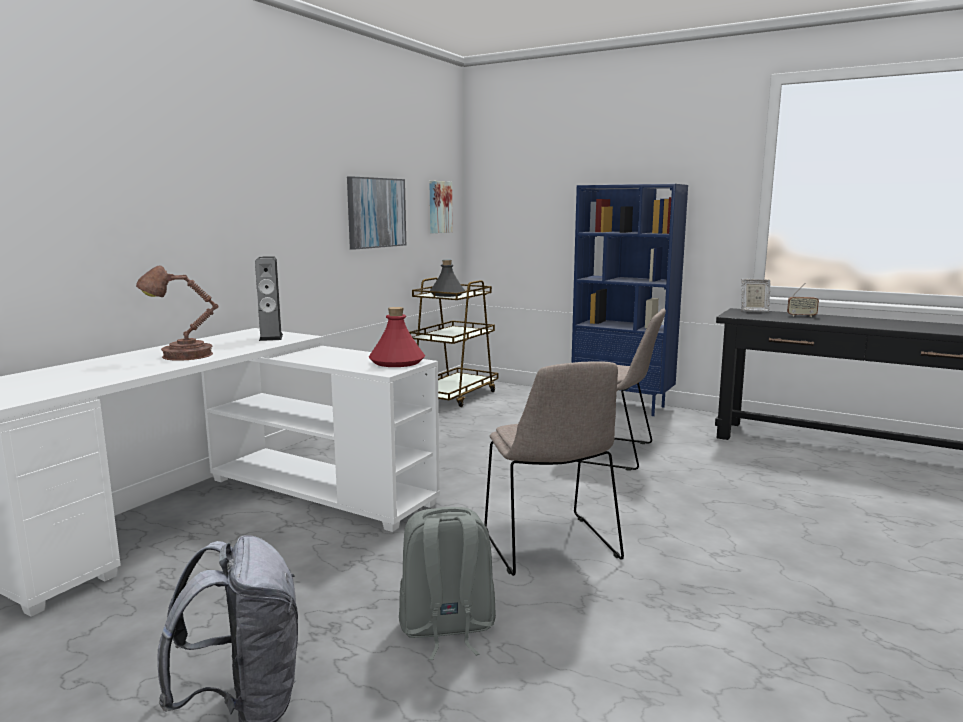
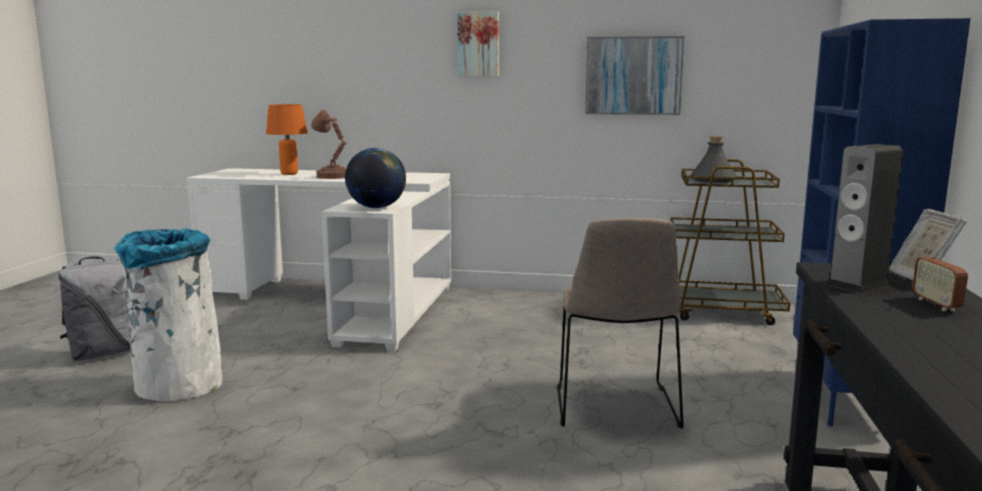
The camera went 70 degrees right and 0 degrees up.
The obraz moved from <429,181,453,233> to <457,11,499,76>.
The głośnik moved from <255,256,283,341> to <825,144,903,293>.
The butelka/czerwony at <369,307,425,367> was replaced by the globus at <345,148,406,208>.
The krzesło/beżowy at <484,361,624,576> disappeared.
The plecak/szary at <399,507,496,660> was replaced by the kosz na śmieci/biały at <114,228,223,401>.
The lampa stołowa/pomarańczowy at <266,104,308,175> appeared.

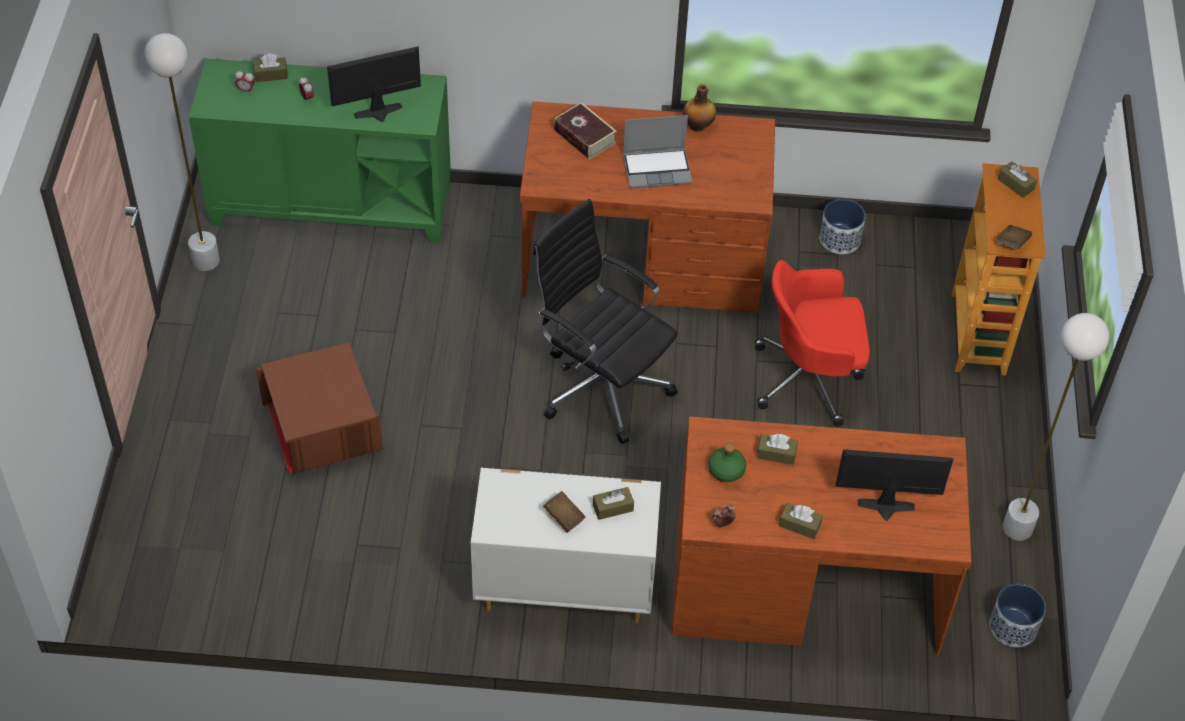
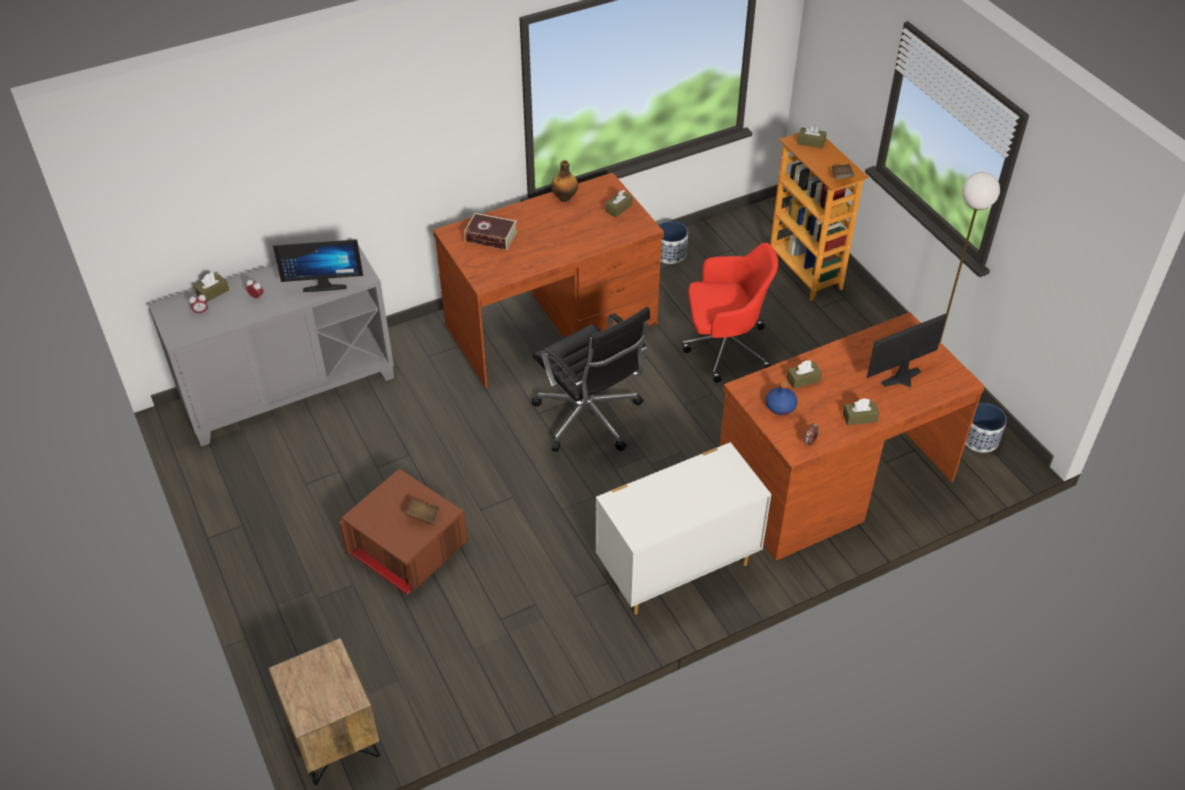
The camera went 30 degrees left and 5 degrees down.
The lampa stojąca/biały at <144,33,220,271> disappeared.
The monitor at <327,47,421,122> turned 135 degrees counterclockwise.
The szafka/zielony at <189,58,451,243> became the szafka/szary at <148,239,394,446>.
The laptop at <623,115,692,189> disappeared.
The krzesło biurowe/czarny at <533,199,678,444> turned 135 degrees counterclockwise.
The krzesło biurowe/czerwony at <755,260,870,426> turned 150 degrees counterclockwise.
The butelka/zielony at <708,443,746,482> became the butelka/niebieski at <766,381,797,415>.
The pudełko chusteczek/brązowy moved from <593,487,634,520> to <605,190,633,217>.
The książka/brązowy moved from <543,491,586,533> to <405,498,440,525>.
The szafka nocna/brązowy at <268,638,380,785> appeared.

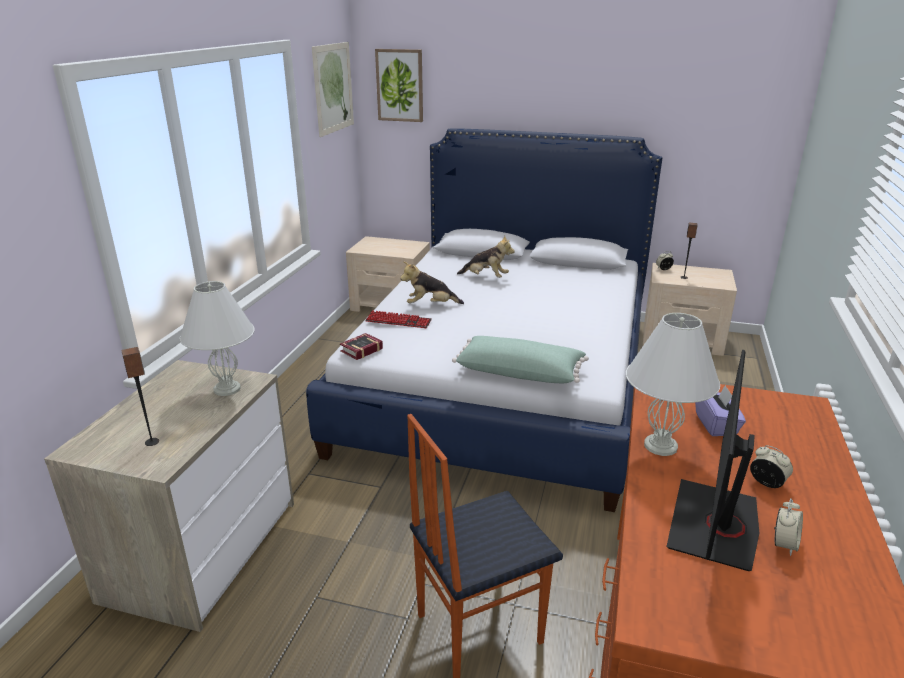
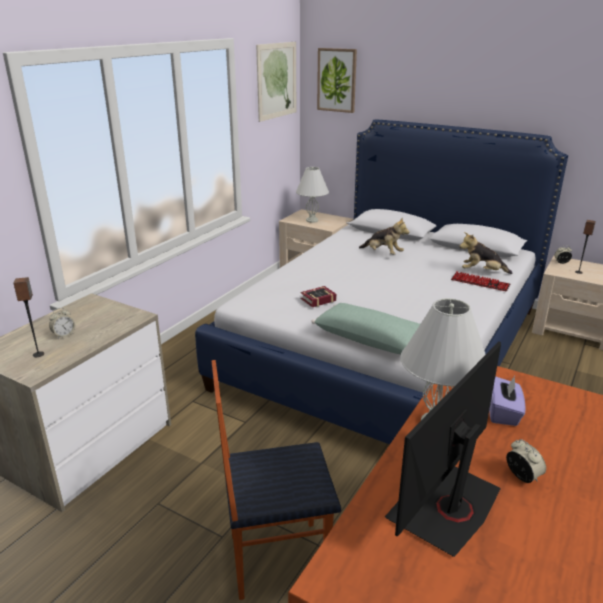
The camera went 15 degrees right and 0 degrees up.
The pluszak moved from <400,261,464,304> to <460,232,513,274>.
The lampa stołowa/biały moved from <180,281,254,396> to <296,167,329,223>.
The klawiatura moved from <365,310,432,328> to <451,271,510,291>.
The książka moved from <340,333,383,360> to <301,286,337,307>.
The budzik moved from <774,498,803,556> to <49,308,75,339>.

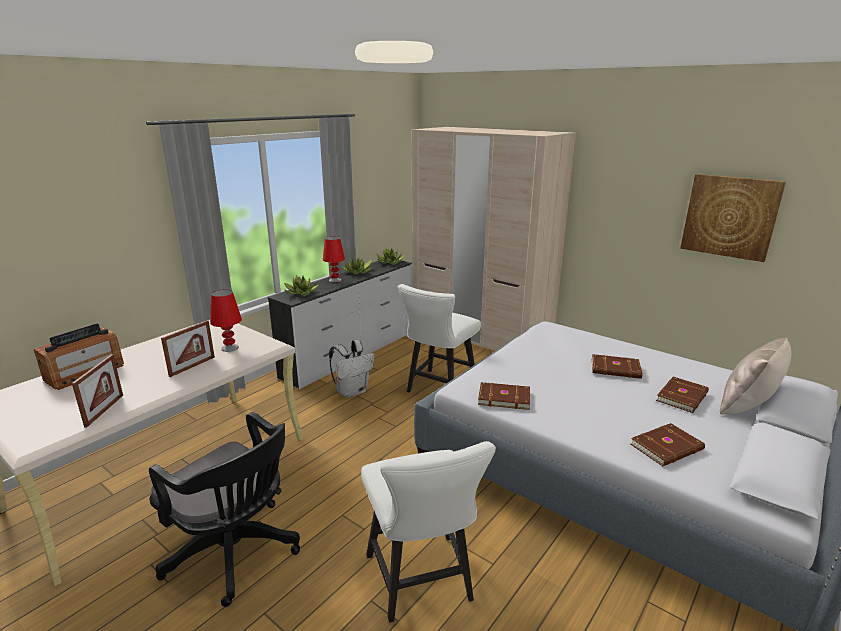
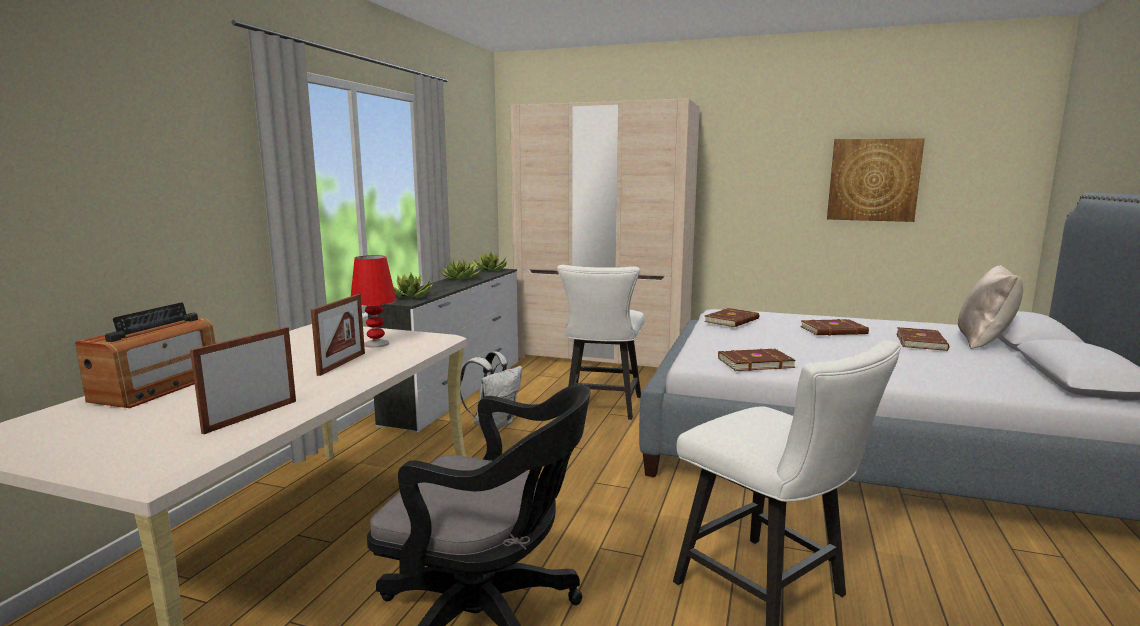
The camera went 20 degrees left and 10 degrees down.
The lampa stołowa/czerwony at <323,236,345,282> disappeared.
The ramka na zdjęcie at <72,355,123,427> turned 135 degrees counterclockwise.
The książka/brązowy moved from <631,423,705,466> to <704,308,759,327>.

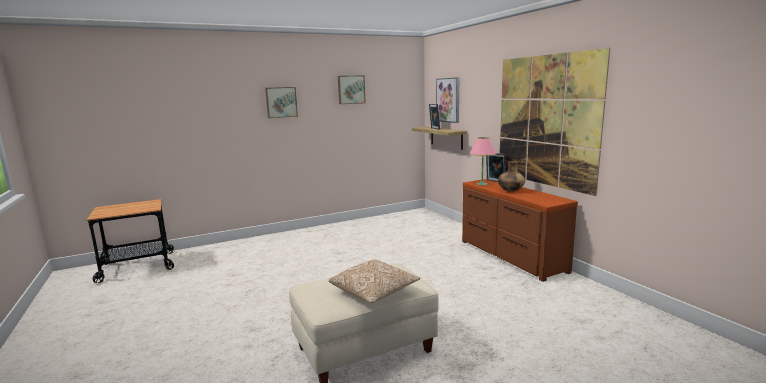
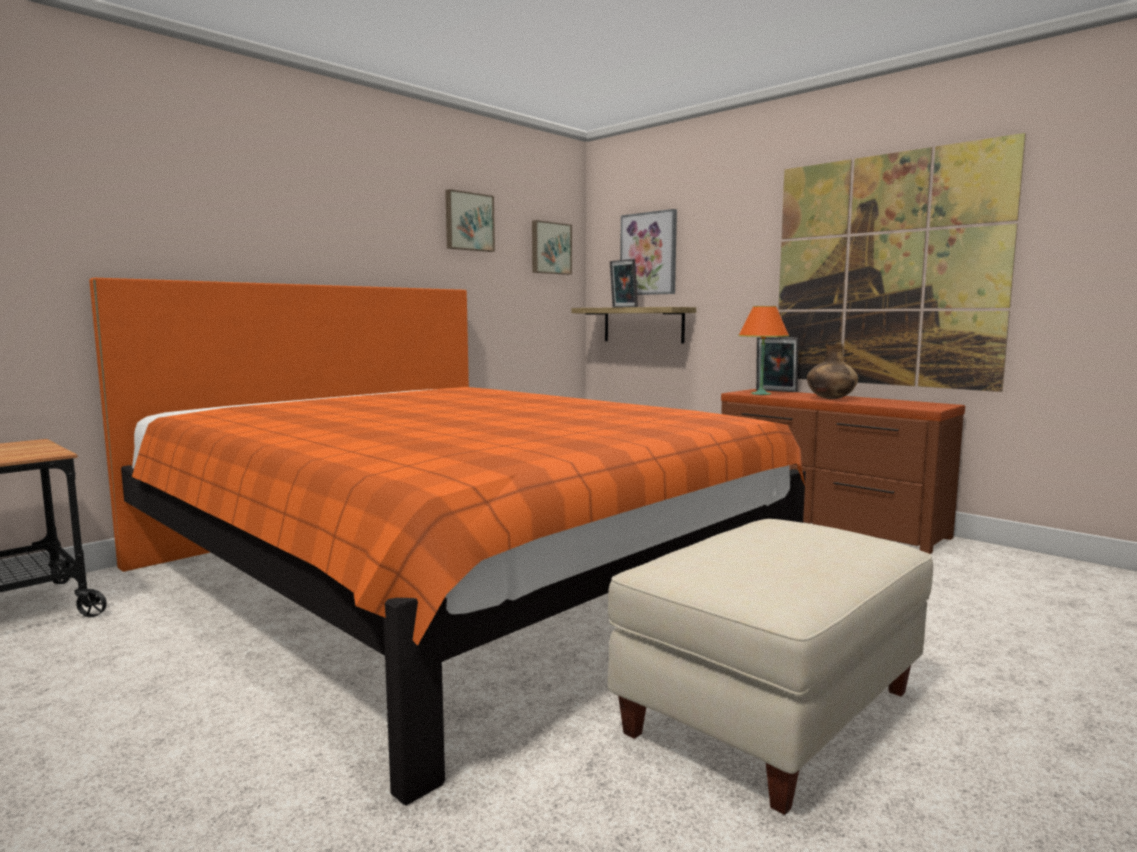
The camera went 20 degrees left and 5 degrees down.
The obraz moved from <265,87,298,118> to <532,220,572,275>.
The lampa stołowa/różowy at <469,137,497,185> became the lampa stołowa/pomarańczowy at <738,306,789,395>.
The poduszka at <329,260,420,304> disappeared.
The łóżko/pomarańczowy at <89,278,806,805> appeared.

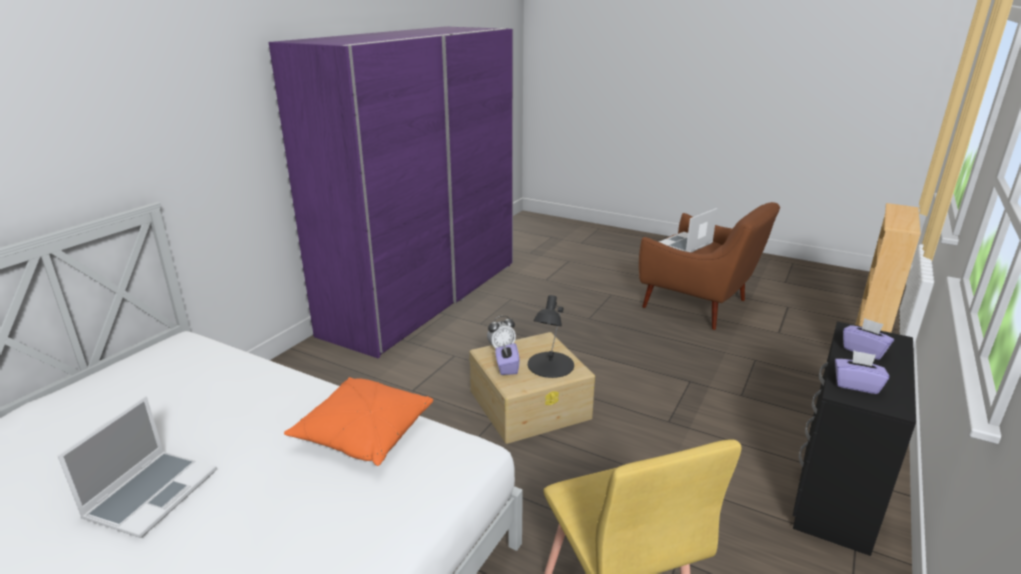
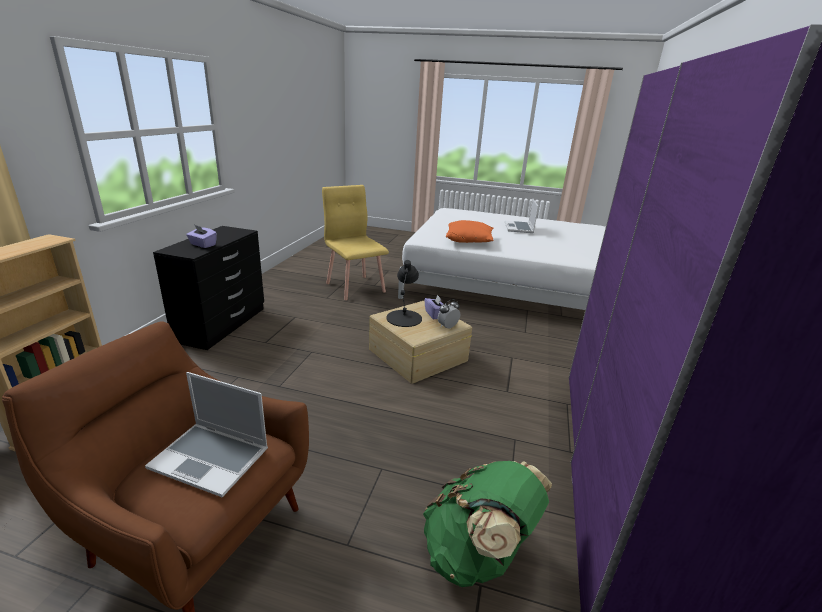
The camera went 165 degrees right and 0 degrees up.
The laptop at <659,208,718,253> turned 75 degrees clockwise.
The pudełko chusteczek/fioletowy at <835,350,889,394> disappeared.
The plecak/zielony at <423,461,552,587> appeared.

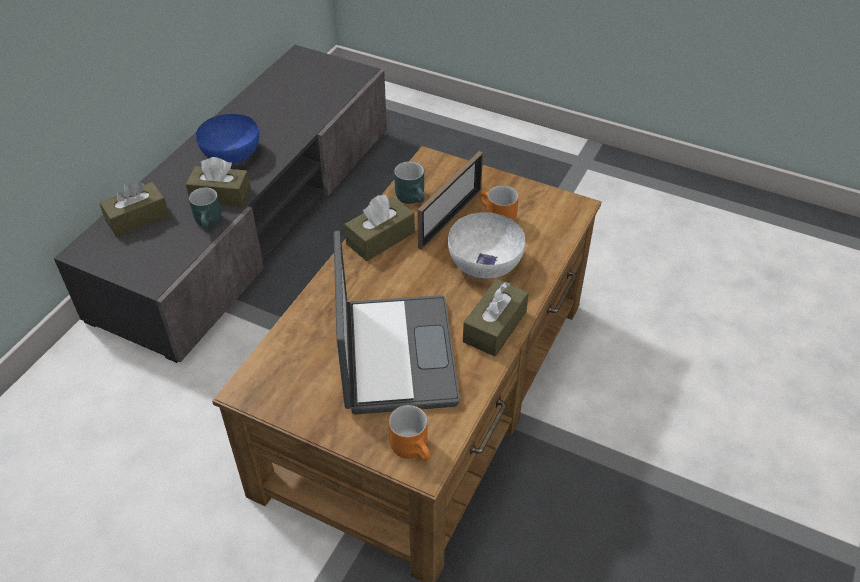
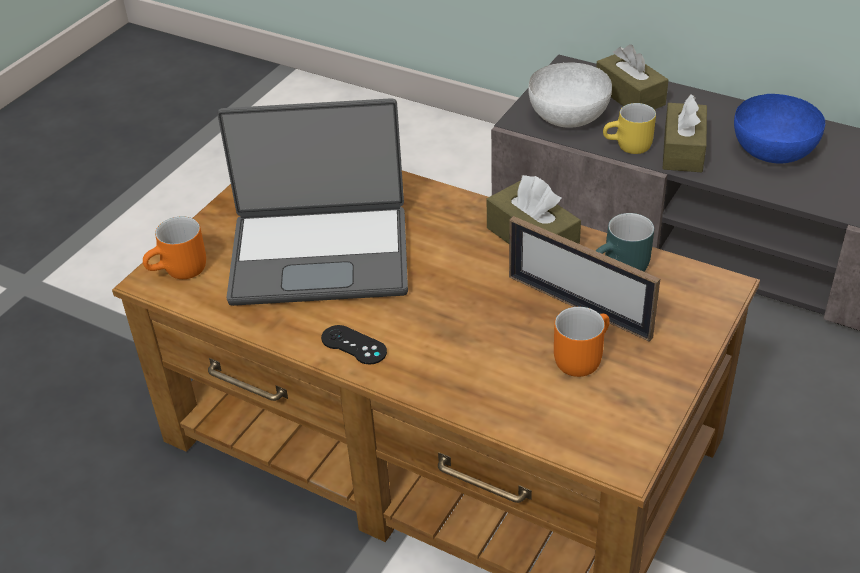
The camera went 95 degrees right and 5 degrees down.
The kubek/turkusowy at <189,188,221,228> became the kubek/żółty at <603,103,656,154>.
The miska/biały moved from <448,212,525,279> to <528,63,612,128>.
The pudełko chusteczek/brązowy at <463,279,529,356> was replaced by the pad do gier/czarny at <321,325,387,364>.

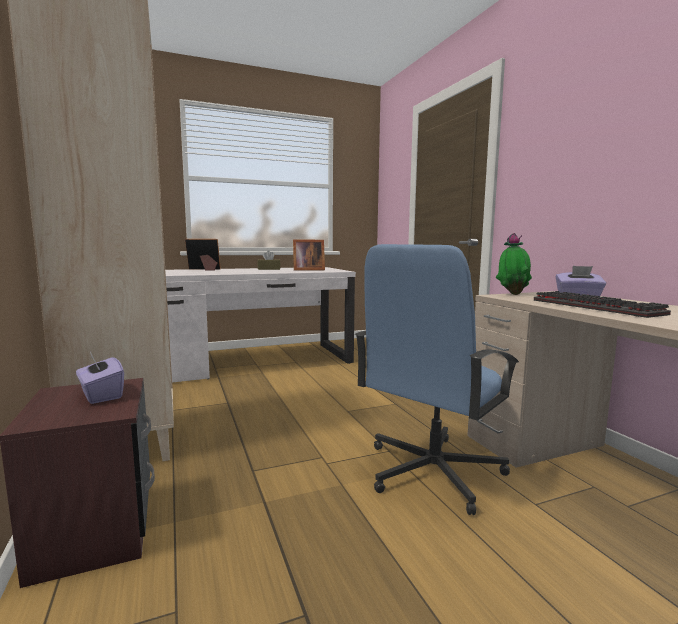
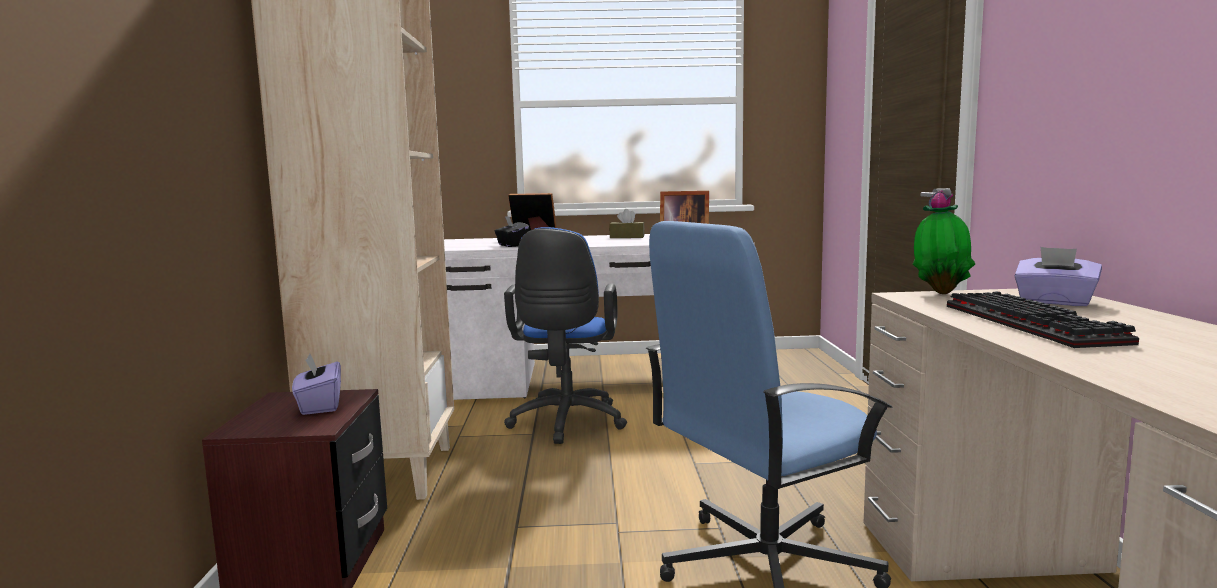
The camera went 20 degrees right and 0 degrees up.
The pudełko chusteczek/czarny at <495,216,529,247> appeared.
The krzesło biurowe/niebieski at <504,227,627,444> appeared.

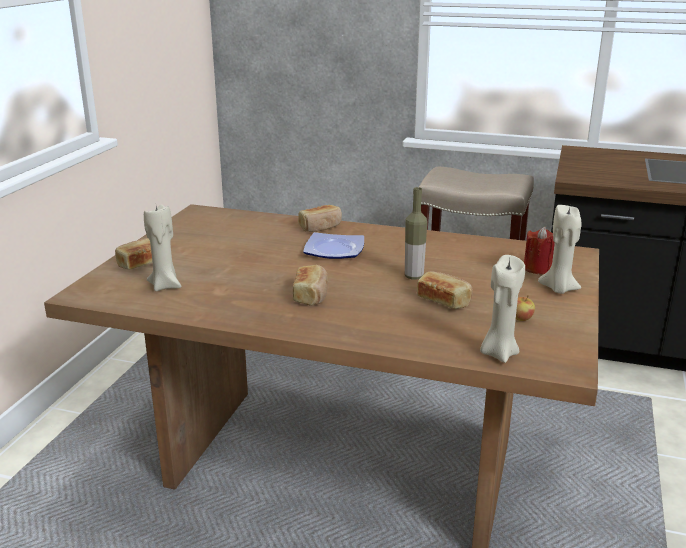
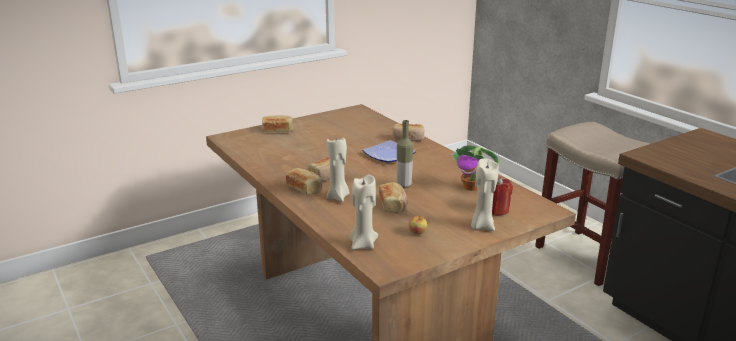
The camera went 40 degrees right and 0 degrees up.
The świeca/beżowy moved from <144,205,181,291> to <326,137,349,202>.
The roślina doniczkowa at <451,145,499,191> appeared.
The chleb at <285,168,322,195> appeared.

